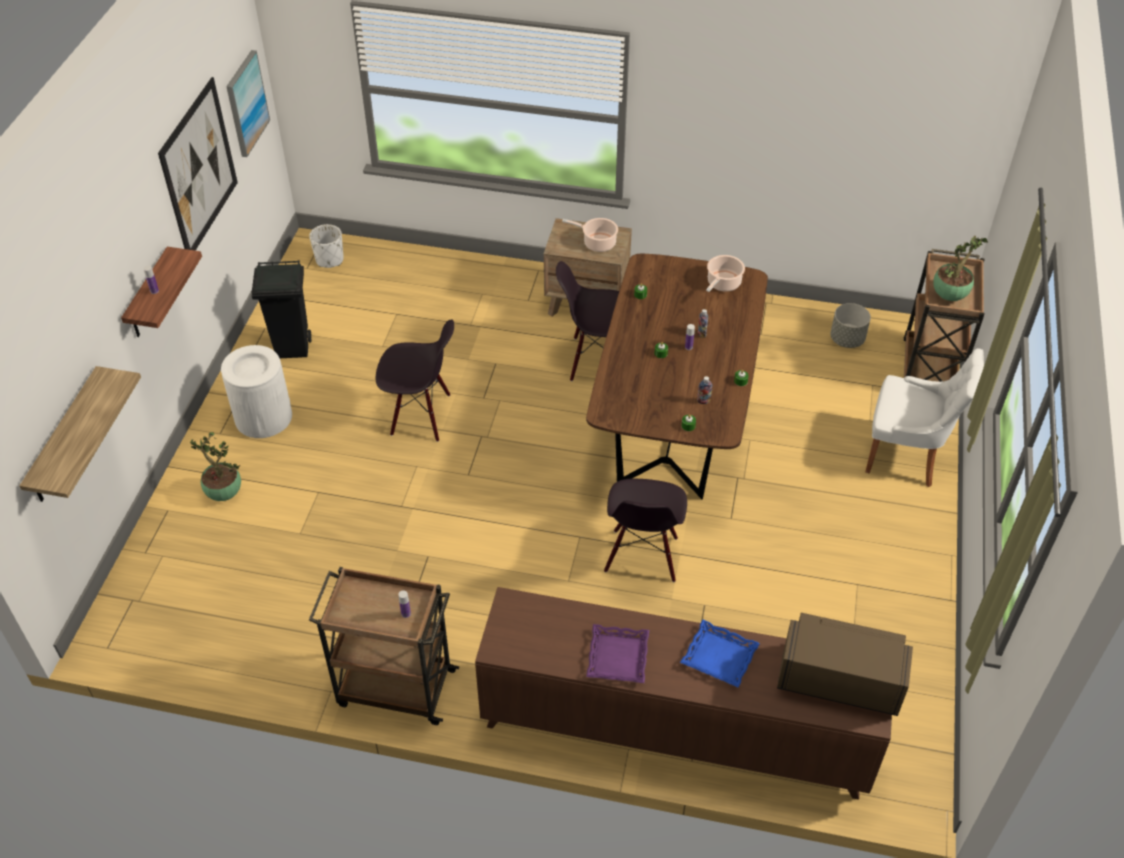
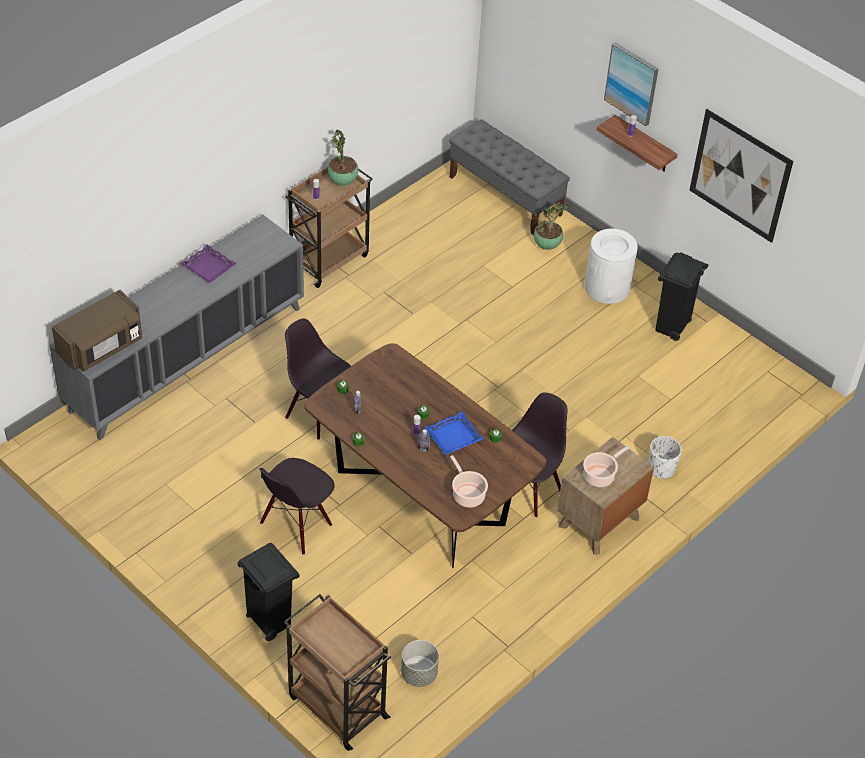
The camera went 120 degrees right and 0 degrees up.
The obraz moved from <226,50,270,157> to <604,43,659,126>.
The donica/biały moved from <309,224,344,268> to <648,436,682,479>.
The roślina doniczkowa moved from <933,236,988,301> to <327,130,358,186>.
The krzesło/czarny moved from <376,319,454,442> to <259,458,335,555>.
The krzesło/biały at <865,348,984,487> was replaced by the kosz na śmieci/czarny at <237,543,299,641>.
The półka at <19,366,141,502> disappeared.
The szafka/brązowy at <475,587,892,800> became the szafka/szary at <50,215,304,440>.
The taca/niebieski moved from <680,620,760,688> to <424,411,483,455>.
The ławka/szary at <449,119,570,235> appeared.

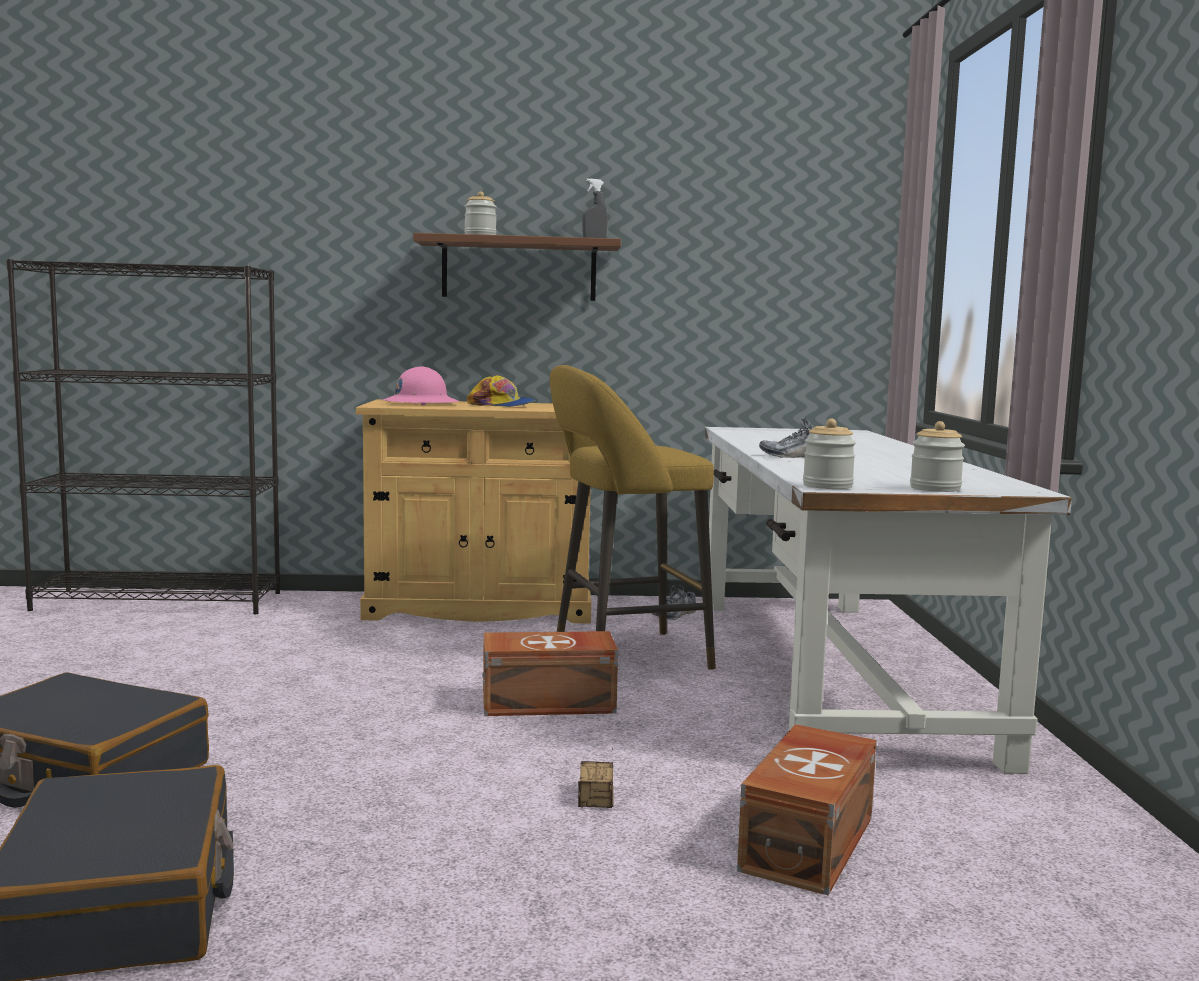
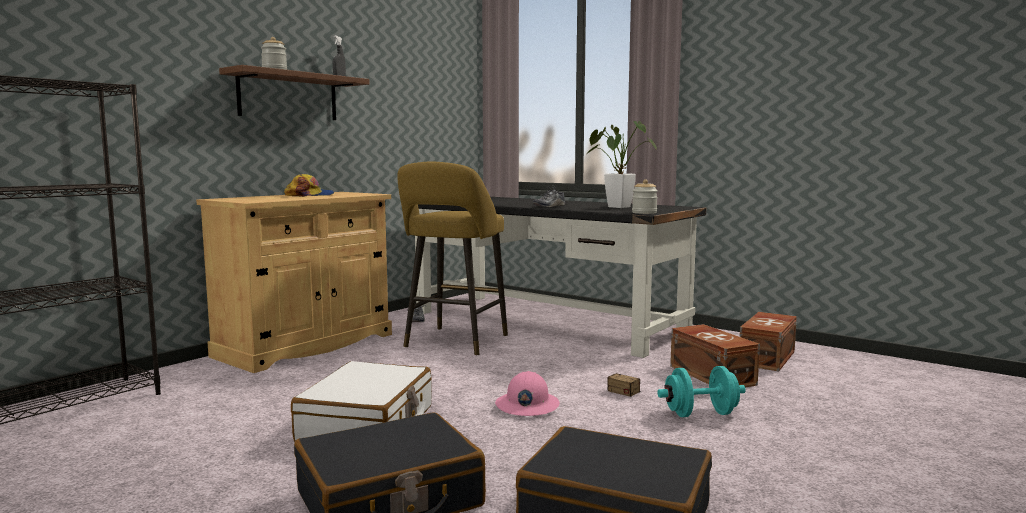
The camera went 50 degrees left and 0 degrees up.
The kask/różowy moved from <383,366,458,406> to <495,371,560,416>.
The słoik at <910,421,965,492> disappeared.
The biurko/biały at <705,427,1072,774> became the biurko/czarny at <415,197,707,358>.
The pojemnik do przechowywania/brązowy moved from <483,631,618,716> to <739,312,797,371>.
The roślina doniczkowa at <587,121,657,208> appeared.
The walizka/biały at <291,361,432,442> appeared.
The hantel/turkusowy at <658,366,746,417> appeared.

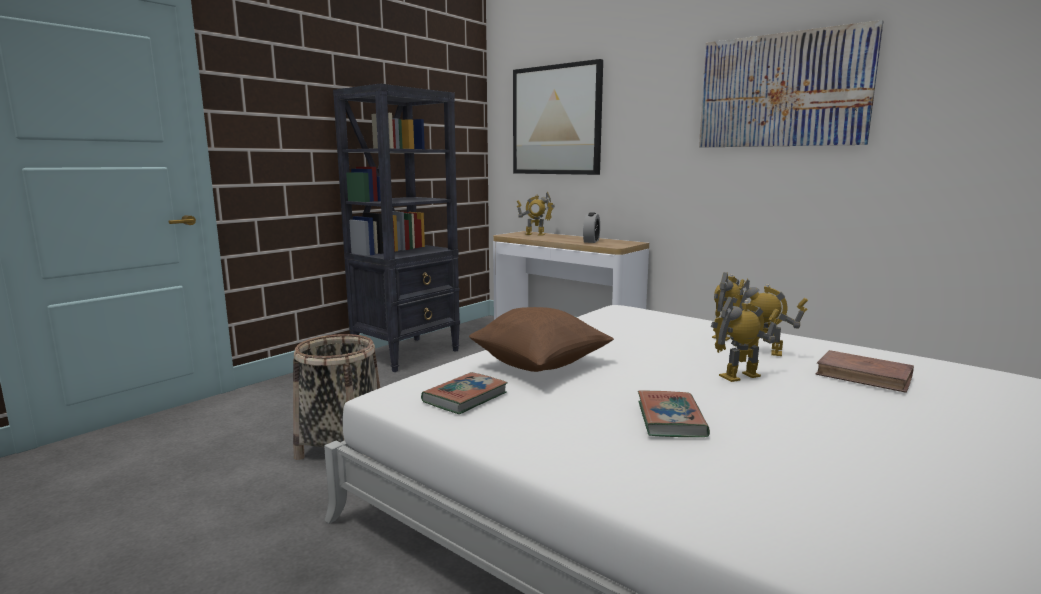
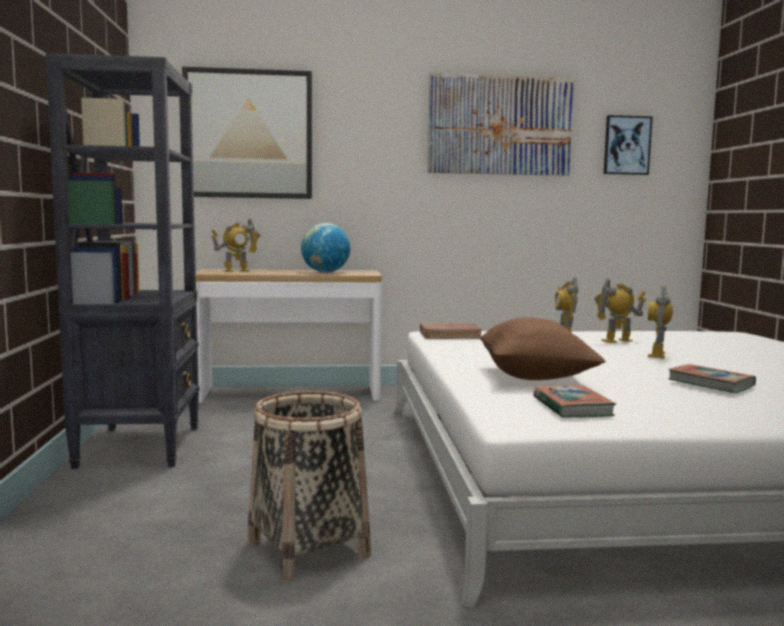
The camera went 45 degrees left and 5 degrees down.
The budzik at <583,212,600,243> was replaced by the globus at <301,223,350,273>.
The książka/brązowy moved from <815,350,914,393> to <420,323,482,339>.
The obraz at <604,115,653,175> appeared.

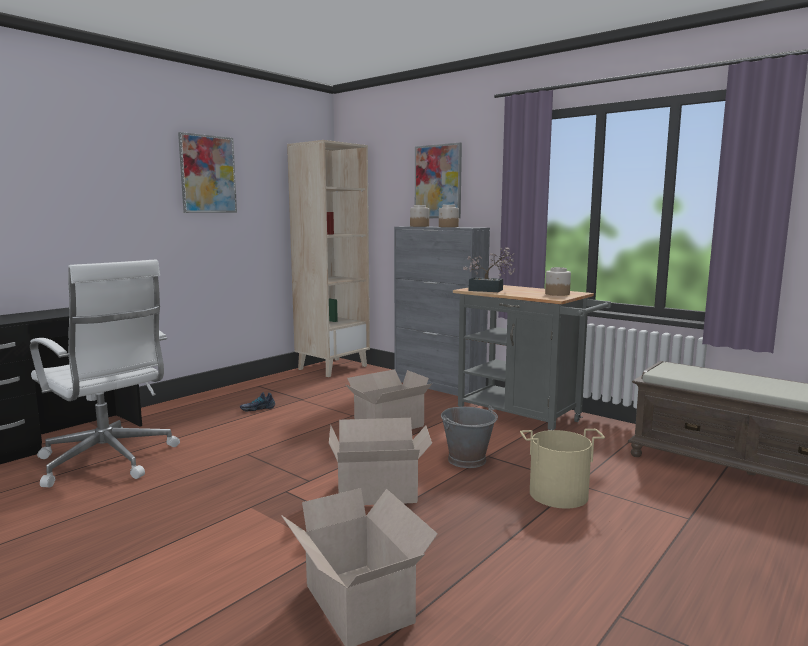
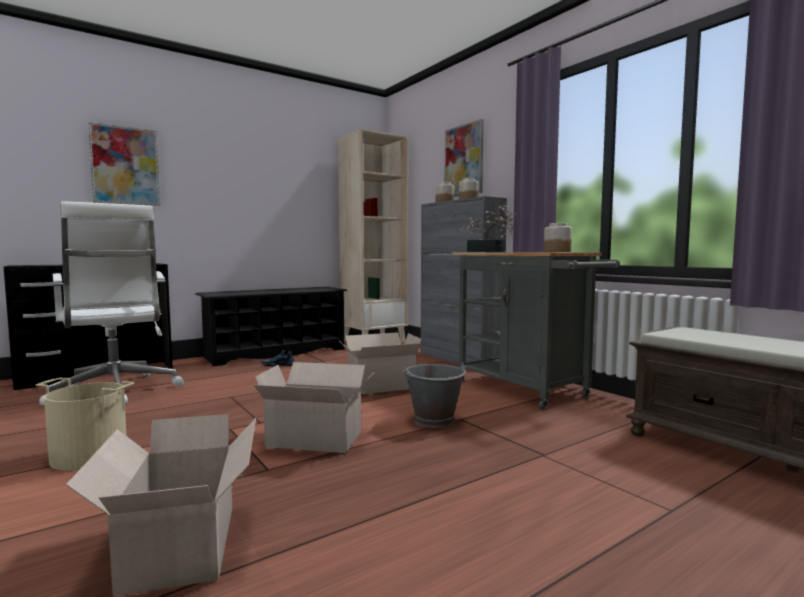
The camera went 15 degrees right and 5 degrees down.
The obraz moved from <178,132,237,213> to <88,122,160,206>.
The wiadro/beżowy moved from <520,429,605,509> to <35,378,134,470>.
The regał na buty/czarny at <195,287,347,367> appeared.

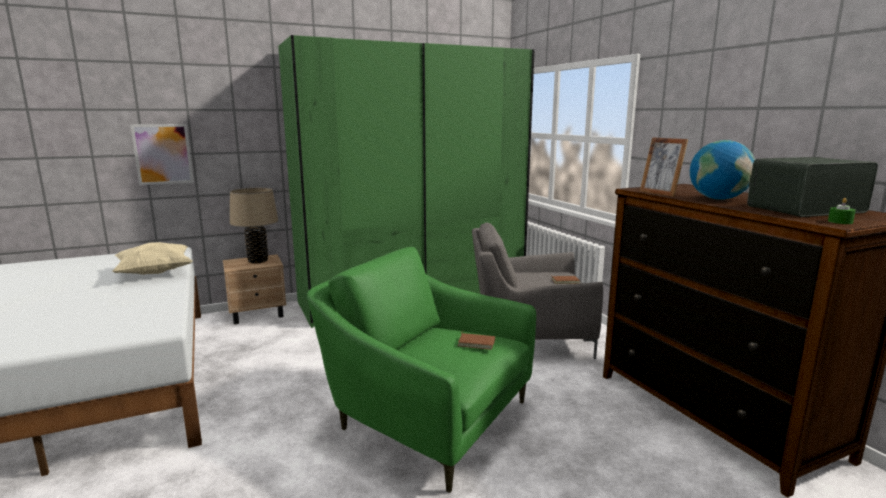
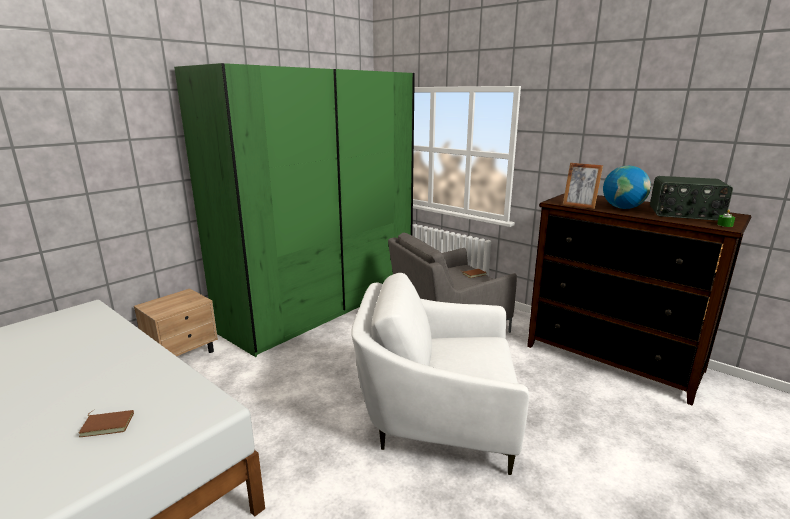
The camera went 25 degrees left and 5 degrees up.
The obraz at <130,124,194,185> disappeared.
The radio at <747,157,878,217> turned 120 degrees counterclockwise.
The lampa stołowa/beżowy at <230,188,278,264> disappeared.
The poduszka/beżowy at <112,242,192,275> disappeared.
The fotel/zielony at <307,247,536,493> became the fotel/biały at <351,273,529,475>.
The książka/brązowy moved from <457,331,495,350> to <79,410,134,437>.

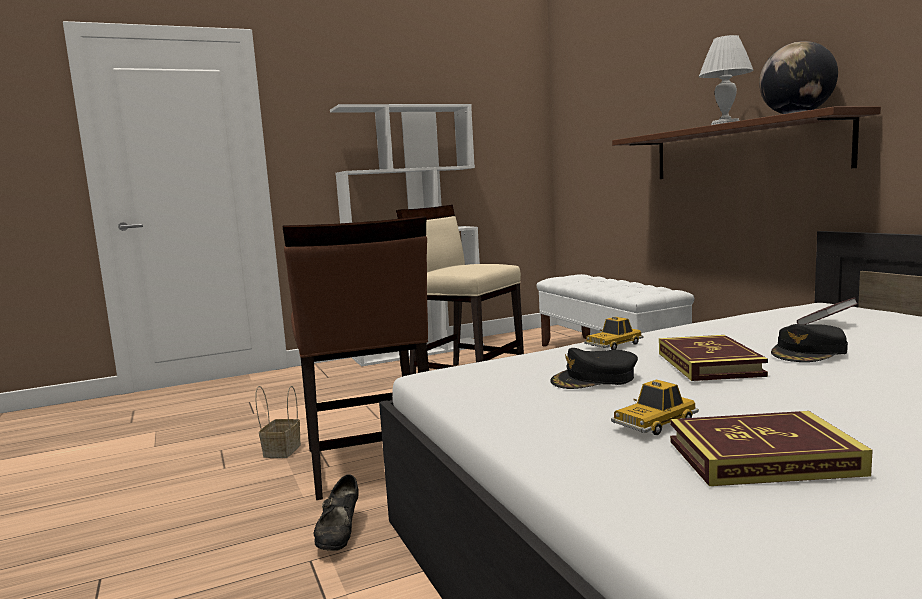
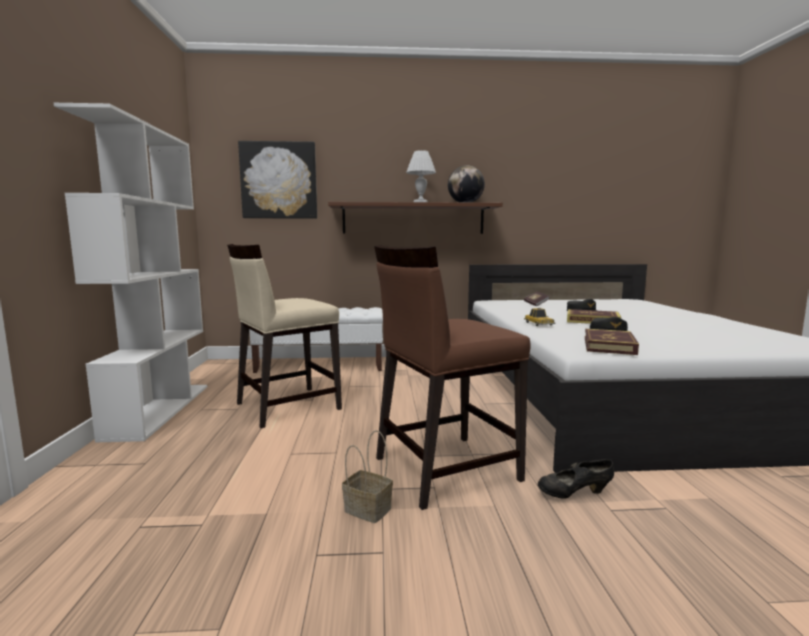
The camera went 70 degrees left and 0 degrees up.
The krzesło/brązowy at <283,216,429,500> turned 150 degrees clockwise.
The samochodzik at <611,379,699,435> disappeared.
The książka moved from <670,411,873,486> to <585,329,639,355>.
The but/czarny at <313,474,359,551> turned 150 degrees clockwise.
The obraz at <238,141,317,219> appeared.

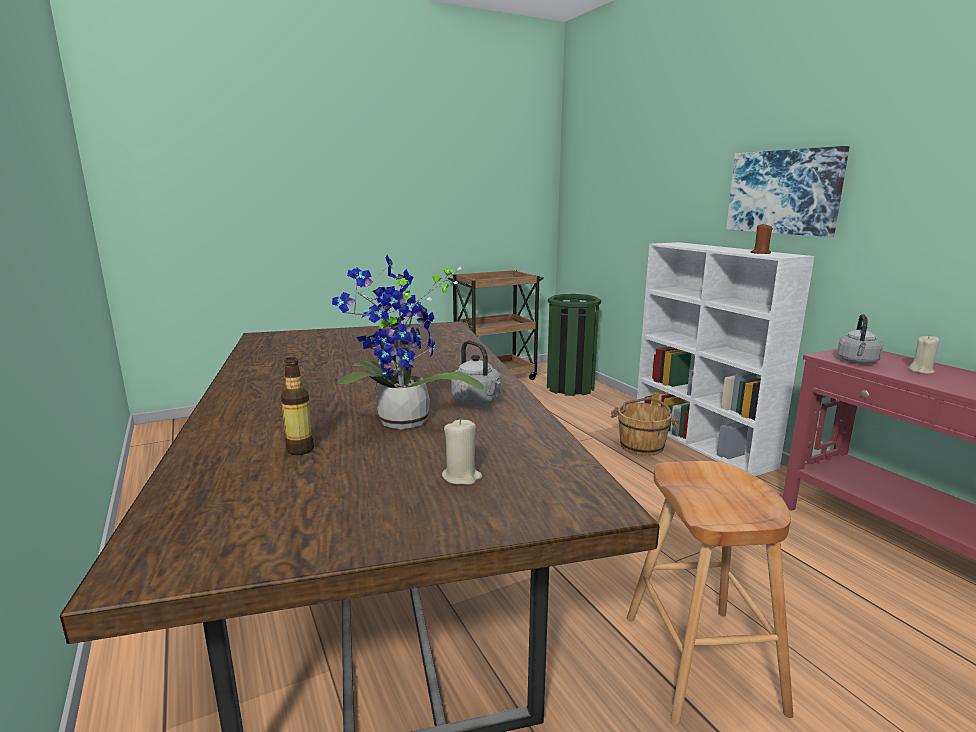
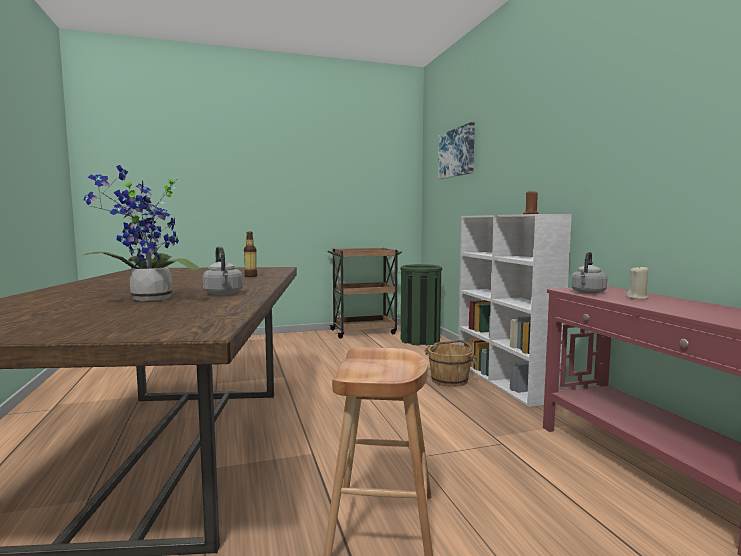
The camera went 10 degrees right and 10 degrees down.
The obraz moved from <726,146,849,237> to <438,122,475,179>.
The butelka moved from <281,357,314,455> to <244,231,257,277>.
The świeca/beżowy at <442,418,482,485> disappeared.

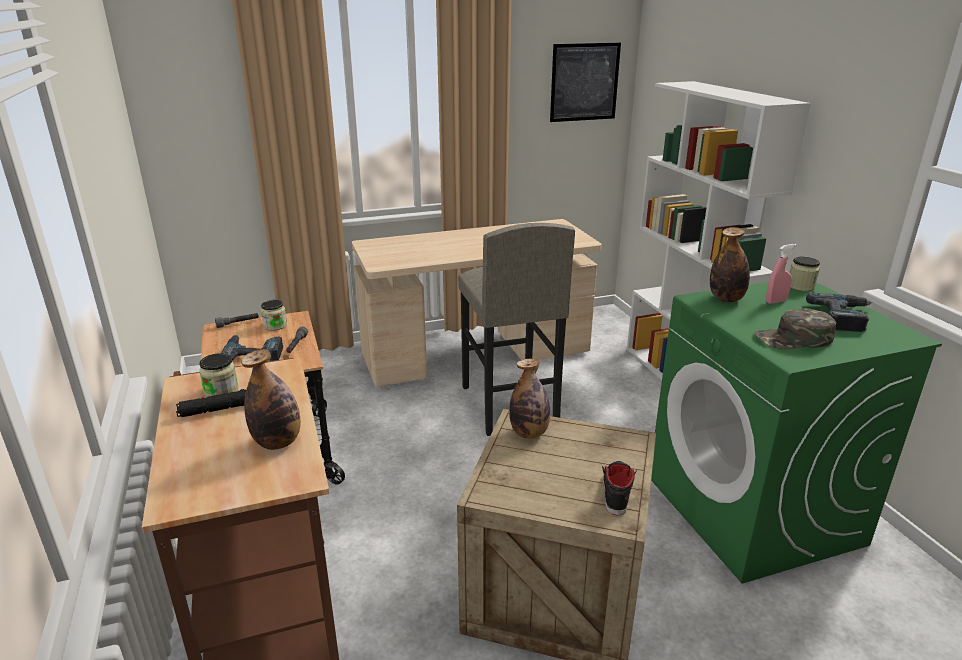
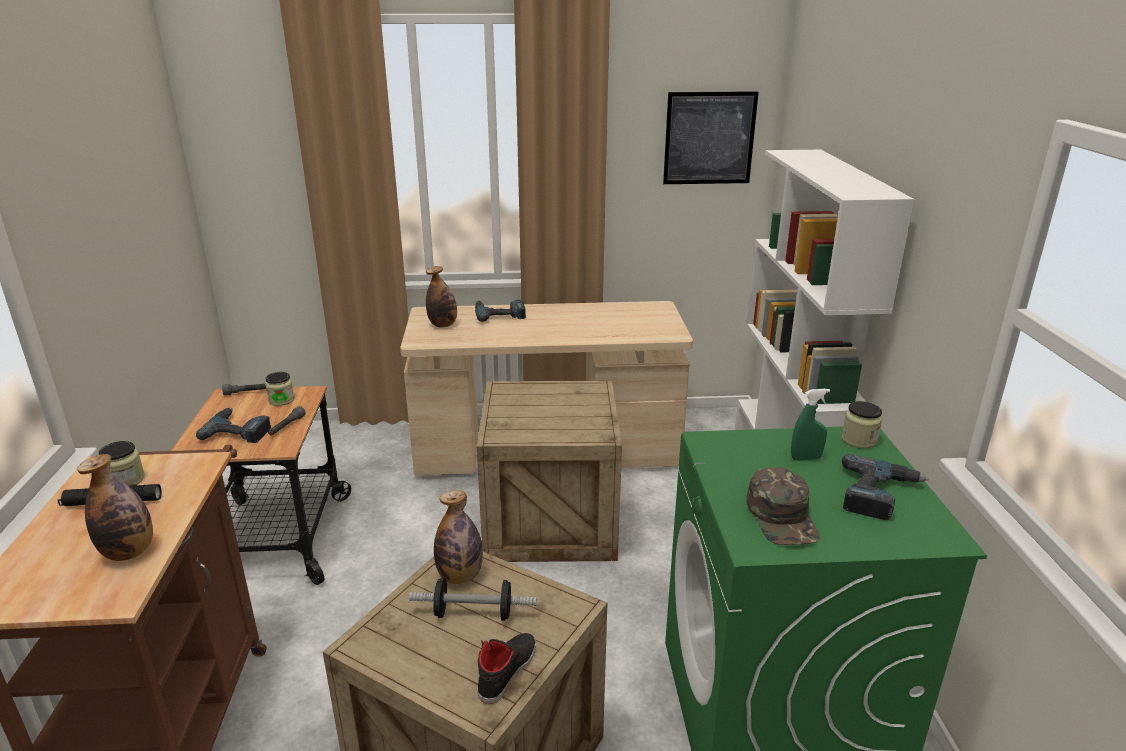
The camera went 15 degrees right and 0 degrees up.
The stołek/szary at <458,223,575,436> was replaced by the skrzynka at <477,380,622,562>.
The butelka moved from <710,227,750,302> to <426,266,457,327>.
The spryskiwacz/różowy at <766,244,797,304> became the spryskiwacz/zielony at <791,389,830,460>.
The czapka z daszkiem/zielony at <754,308,836,349> turned 105 degrees counterclockwise.
The wiertarka at <475,300,526,322> appeared.
The hantel at <409,578,537,621> appeared.

